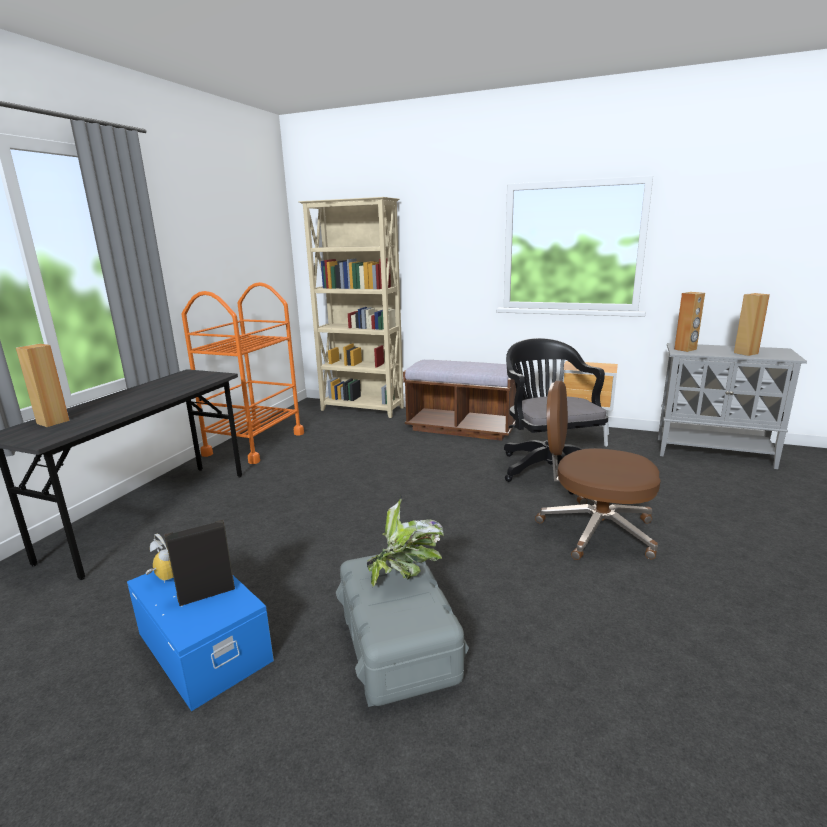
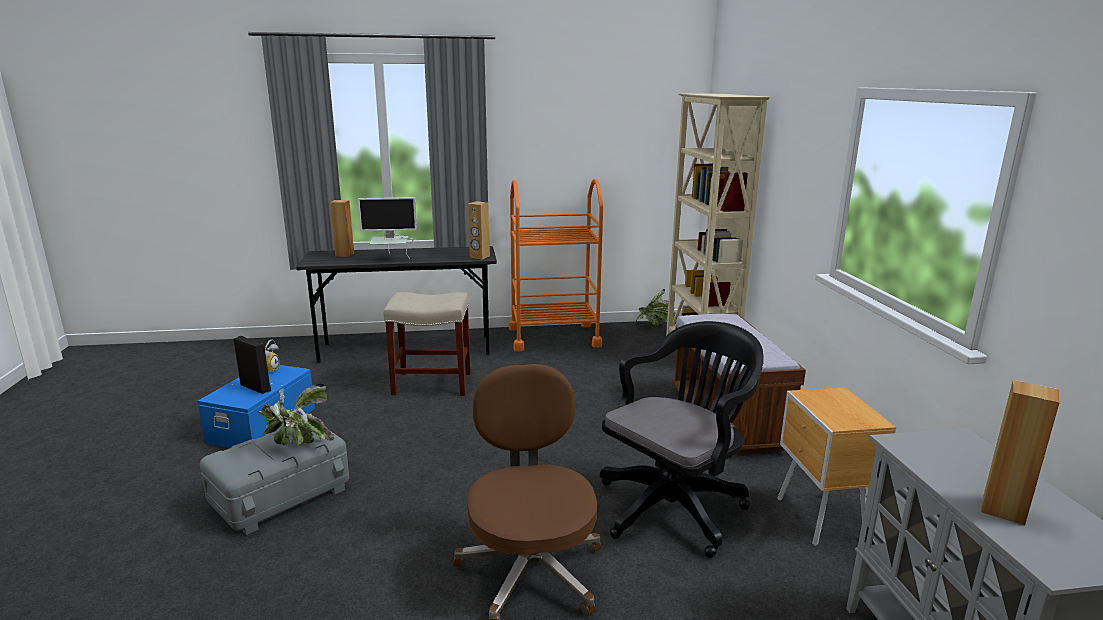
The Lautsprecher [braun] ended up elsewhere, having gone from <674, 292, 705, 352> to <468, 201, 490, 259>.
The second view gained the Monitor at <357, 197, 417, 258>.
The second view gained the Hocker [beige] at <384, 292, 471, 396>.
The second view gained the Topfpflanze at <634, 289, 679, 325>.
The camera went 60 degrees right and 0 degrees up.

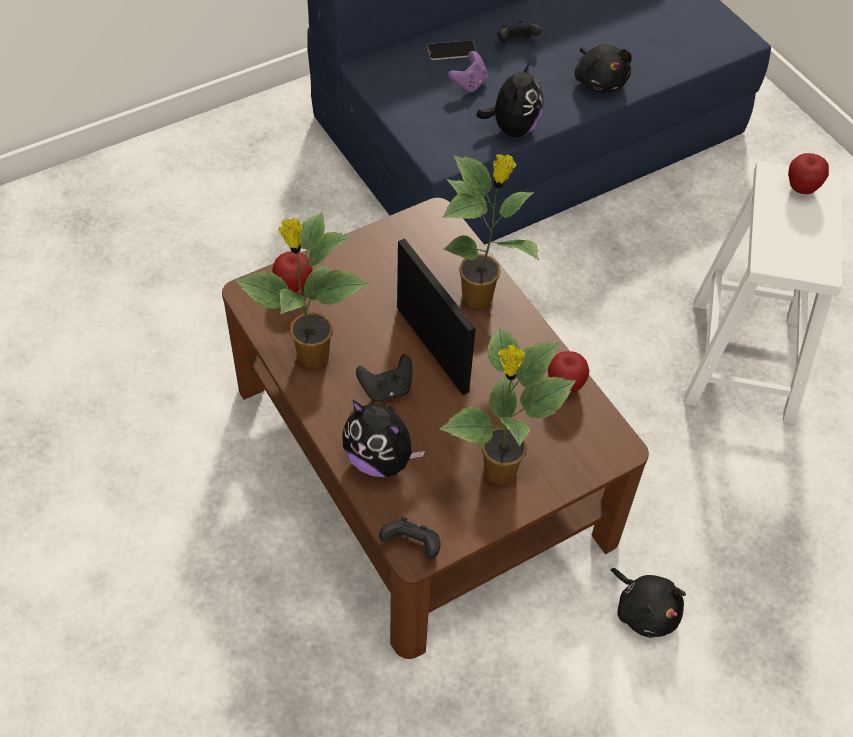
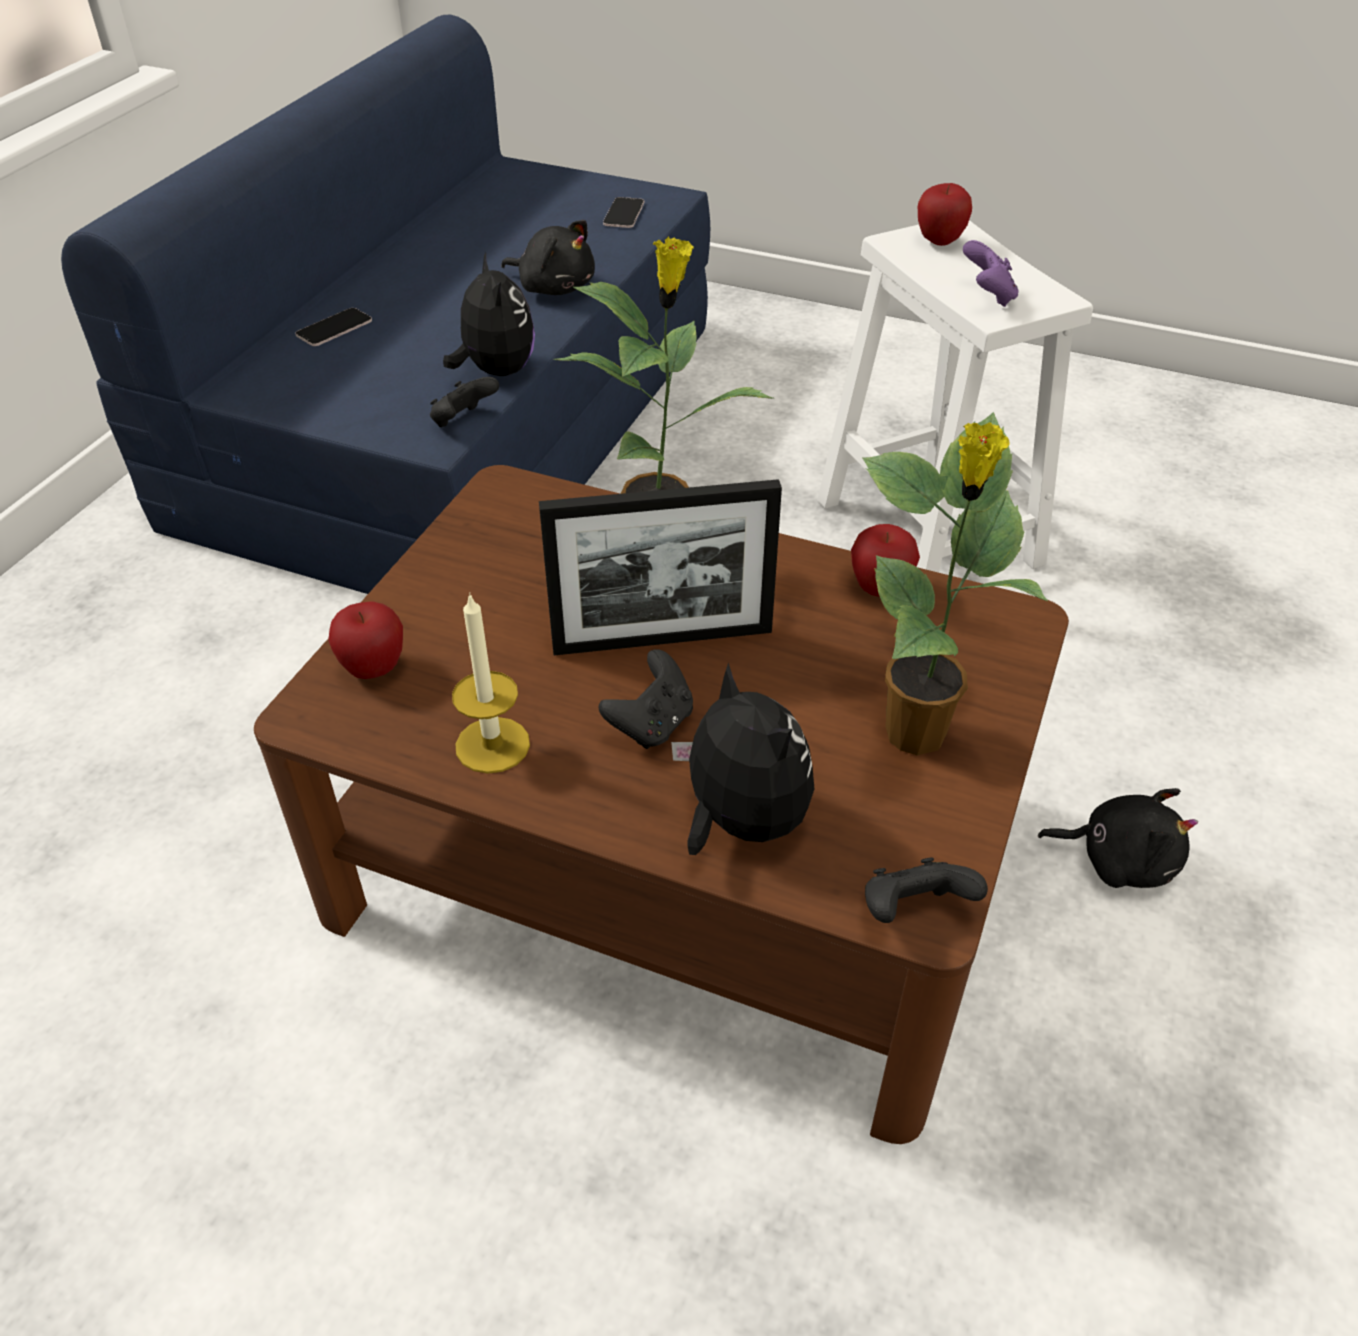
Where the Topfpflanze stood at <235, 212, 369, 367>, the Kerze came to stand at <452, 592, 530, 774>.
The Plüschtier at <342, 400, 425, 477> ended up facing another way, 120 degrees counterclockwise from before.
The Bilderrahmen at <397, 238, 476, 395> ended up facing another way, 150 degrees clockwise from before.
The Gamepad [lila] ended up elsewhere, having gone from <448, 51, 488, 94> to <963, 240, 1019, 307>.
The Gamepad [schwarz] ended up elsewhere, having gone from <497, 21, 542, 42> to <430, 377, 499, 427>.
The second view gained the Handy at <603, 197, 644, 228>.
The camera went 35 degrees left and 10 degrees down.

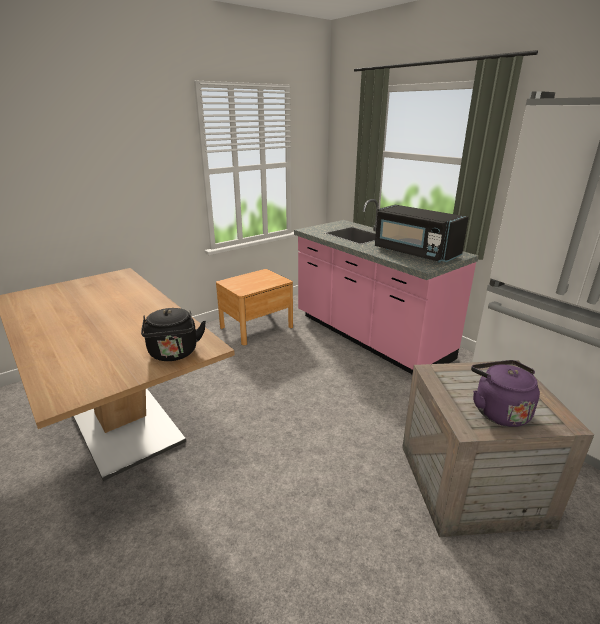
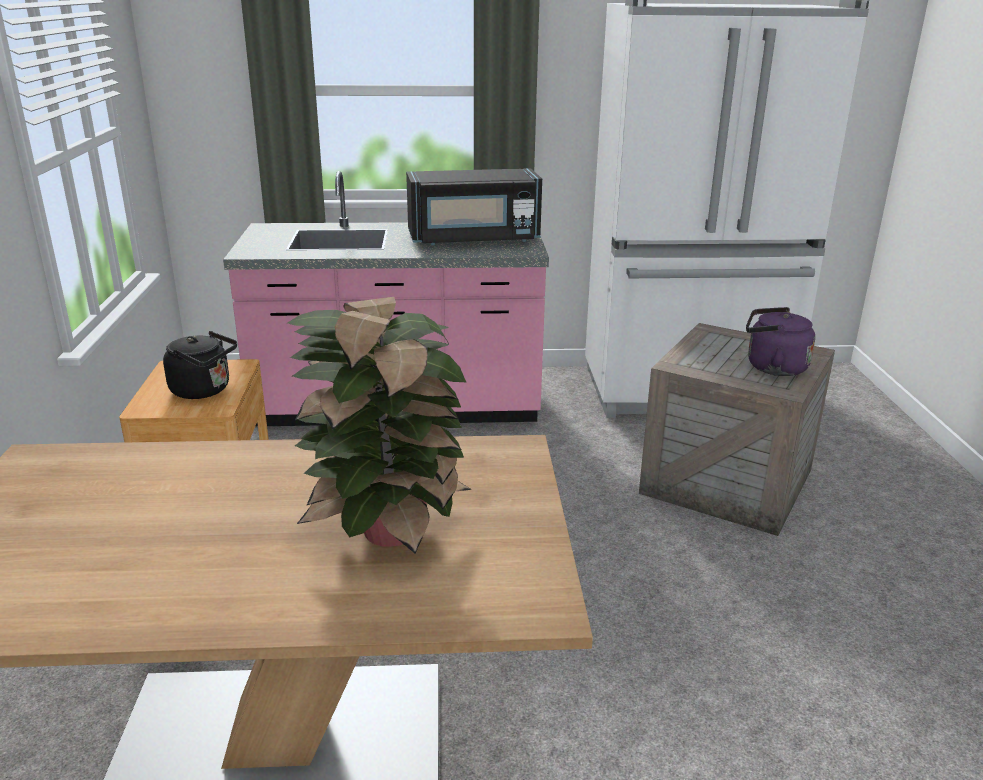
The Wasserkessel [schwarz] ended up elsewhere, having gone from <141, 308, 206, 361> to <163, 331, 237, 399>.
The second view gained the Topfpflanze at <287, 297, 472, 554>.
The camera went 55 degrees left and 0 degrees up.

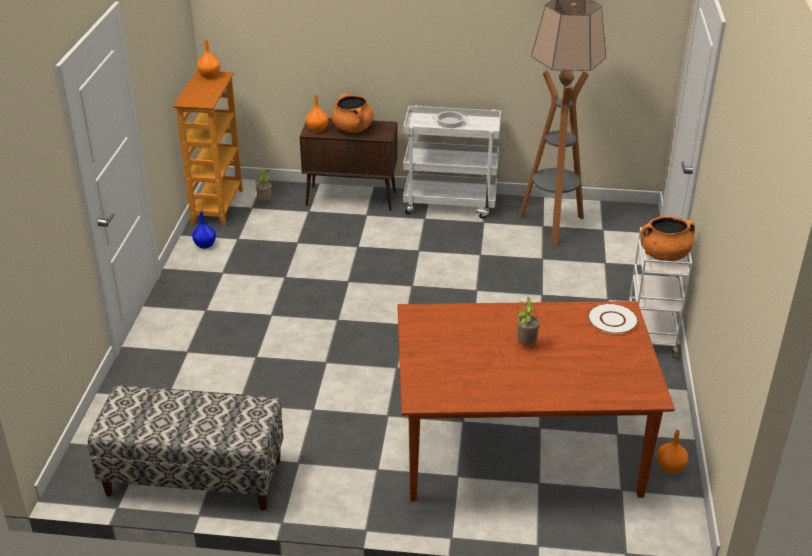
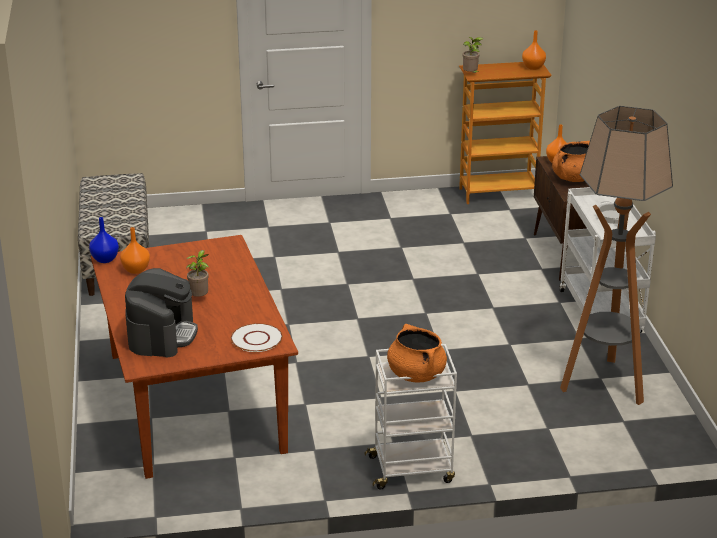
The Vase [blau] ended up elsewhere, having gone from <192, 212, 216, 249> to <89, 217, 119, 263>.
The Topfpflanze ended up elsewhere, having gone from <255, 167, 272, 201> to <462, 37, 484, 73>.
The Vase [orange] ended up elsewhere, having gone from <657, 430, 688, 474> to <120, 227, 150, 274>.
The second view gained the Kaffeemaschine at <125, 268, 198, 357>.
The camera went 75 degrees right and 5 degrees down.

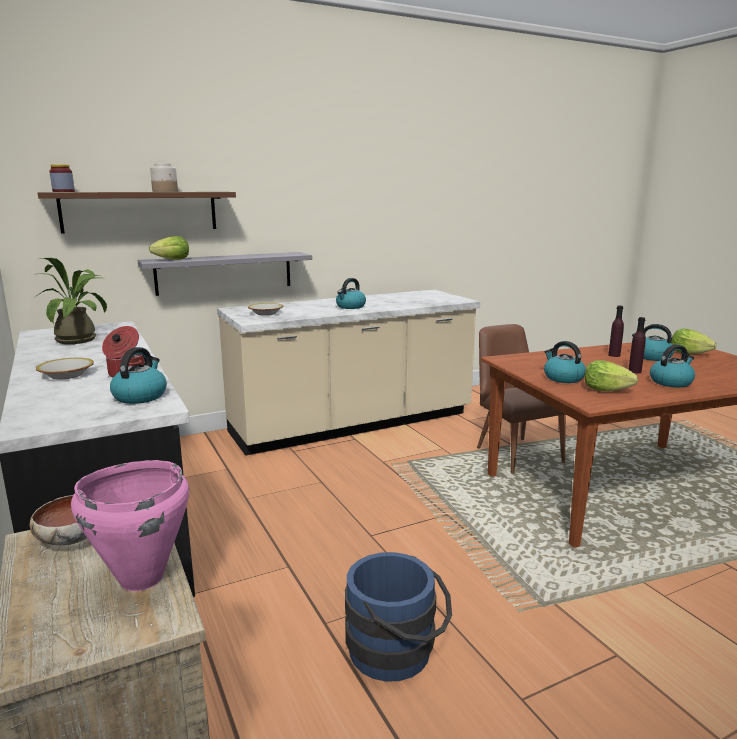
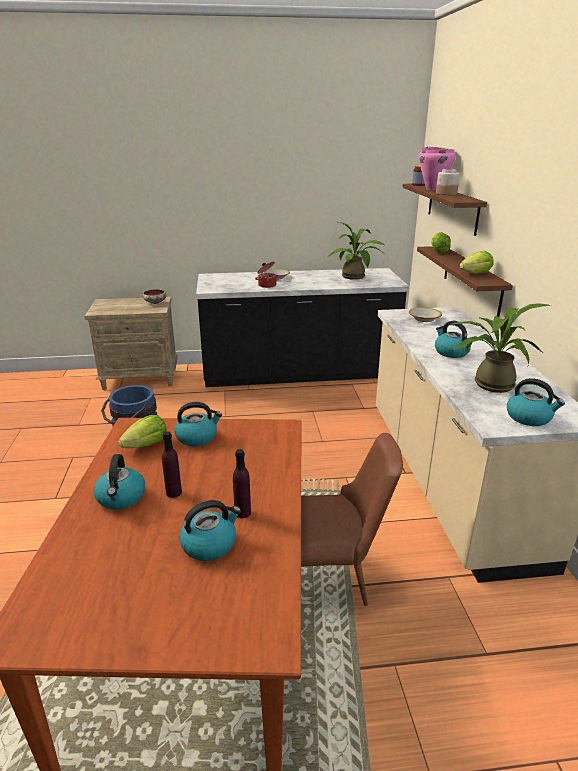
The Kochtopf [rosa] ended up elsewhere, having gone from <71, 460, 189, 591> to <419, 147, 456, 190>.
The Wasserkessel ended up elsewhere, having gone from <110, 347, 167, 404> to <507, 378, 565, 426>.
What was the Wandregal [grau] at <138, 252, 312, 296> turned into the Wandregal [braun] at <417, 246, 513, 317>.
The Salatkopf ended up elsewhere, having gone from <671, 329, 717, 354> to <460, 251, 494, 274>.
The second view gained the Topfpflanze at <451, 303, 551, 393>.
The camera went 110 degrees right and 10 degrees up.

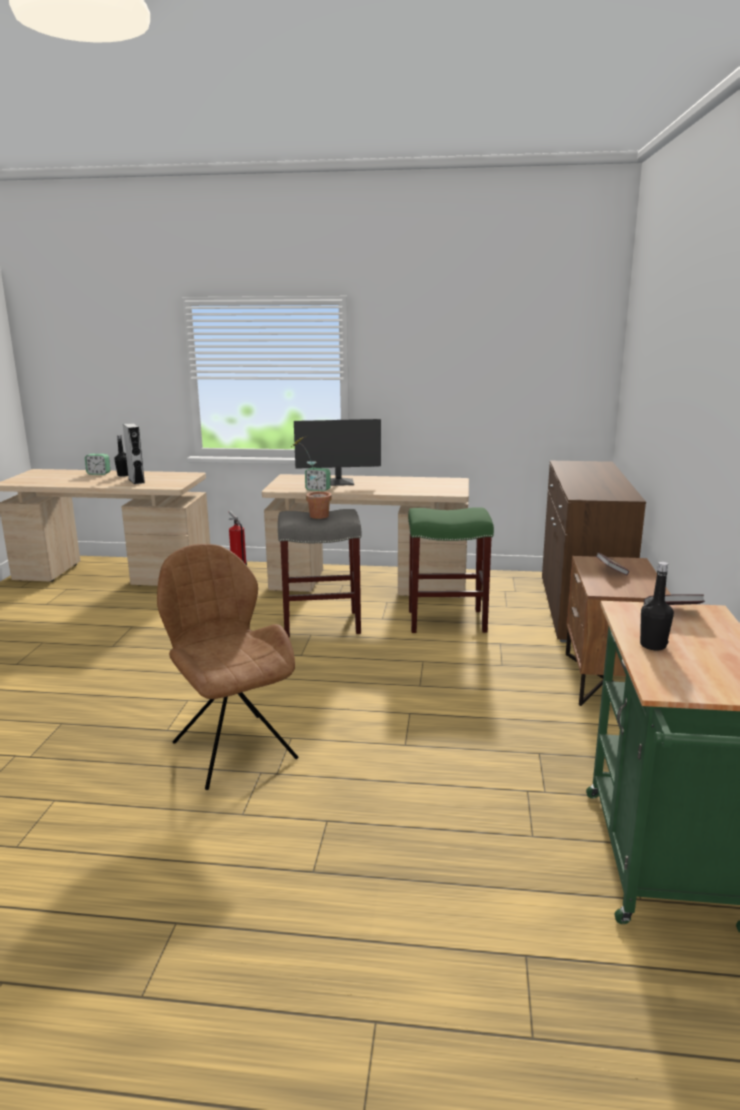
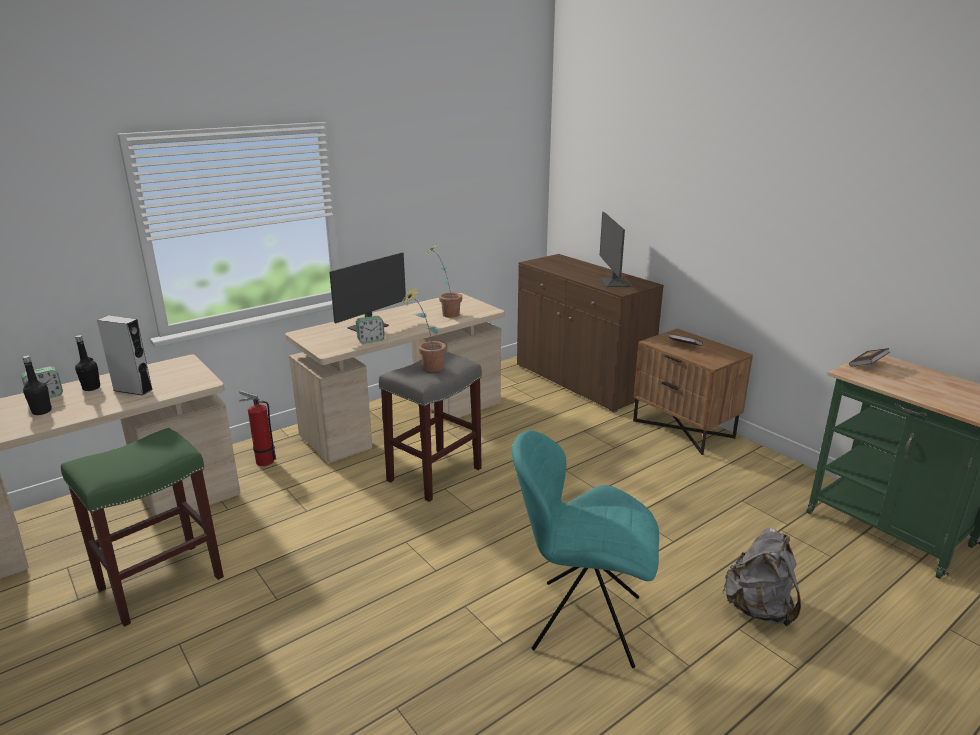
What was the Stuhl [braun] at <157, 544, 298, 790> turned into the Stuhl [türkis] at <512, 430, 659, 668>.
The Hocker [grün] ended up elsewhere, having gone from <408, 507, 494, 633> to <61, 428, 224, 627>.
The Flasche [schwarz] ended up elsewhere, having gone from <640, 562, 674, 650> to <22, 355, 52, 415>.
The second view gained the Topfpflanze at <426, 244, 462, 318>.
The second view gained the Monitor at <599, 212, 630, 287>.
The second view gained the Rucksack [grau] at <723, 528, 801, 627>.
The camera went 45 degrees left and 5 degrees up.

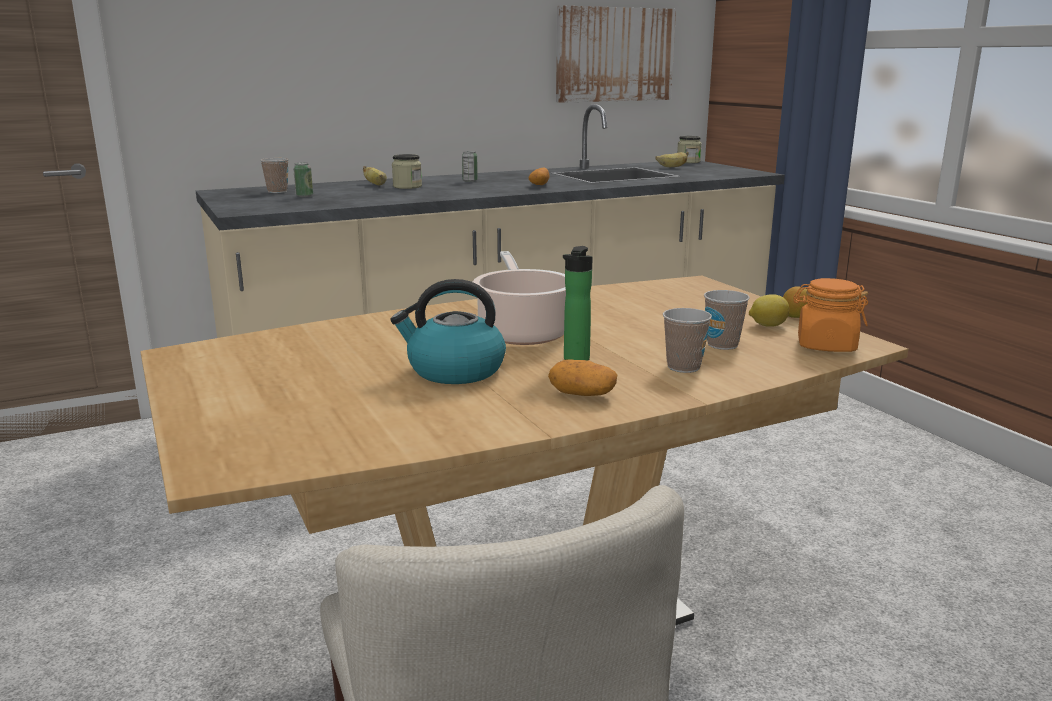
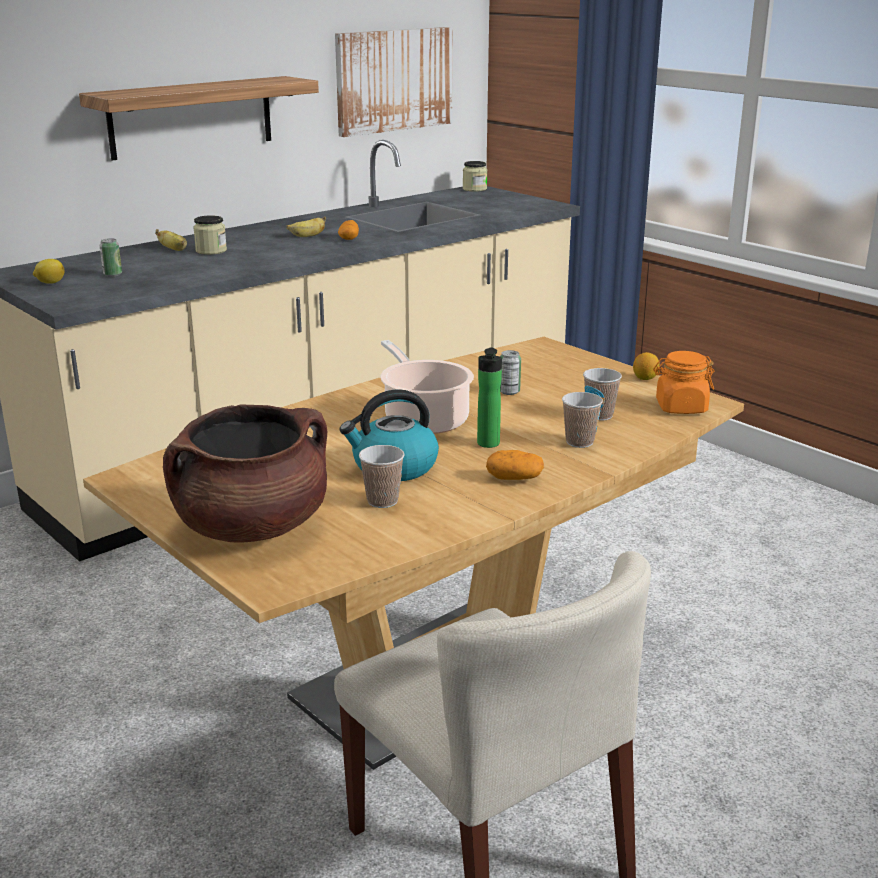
The Tasse ended up elsewhere, having gone from <260, 158, 289, 193> to <359, 445, 405, 508>.
The Dose ended up elsewhere, having gone from <462, 151, 478, 182> to <500, 350, 521, 395>.
The Banane ended up elsewhere, having gone from <655, 152, 689, 167> to <286, 217, 326, 237>.
The Zitrone ended up elsewhere, having gone from <749, 294, 789, 327> to <33, 259, 65, 284>.
The second view gained the Wandregal at <79, 76, 319, 161>.
The second view gained the Kochtopf [braun] at <163, 405, 327, 543>.
The camera went 15 degrees left and 5 degrees up.

